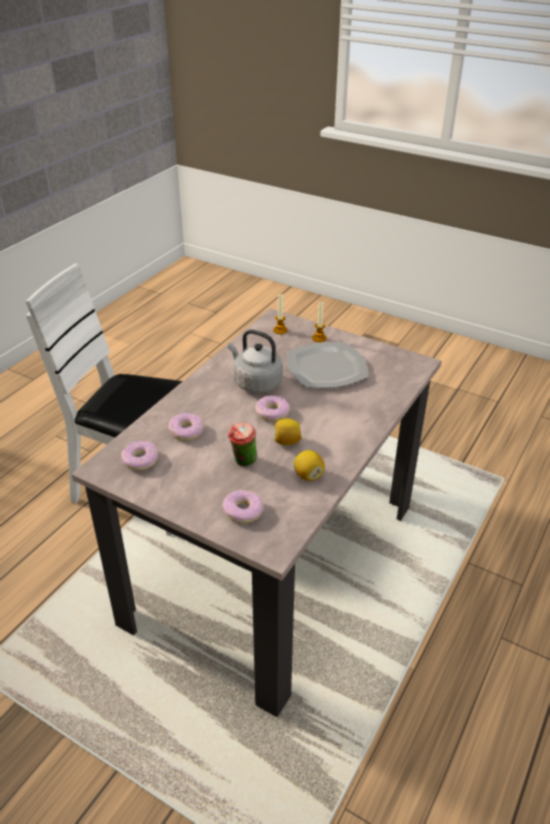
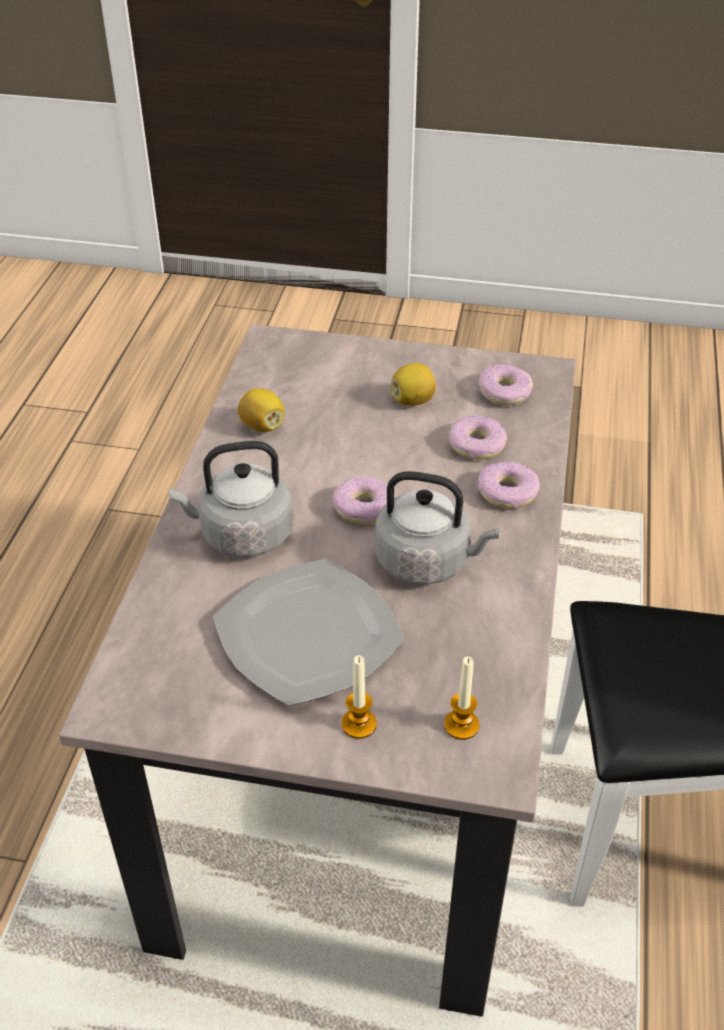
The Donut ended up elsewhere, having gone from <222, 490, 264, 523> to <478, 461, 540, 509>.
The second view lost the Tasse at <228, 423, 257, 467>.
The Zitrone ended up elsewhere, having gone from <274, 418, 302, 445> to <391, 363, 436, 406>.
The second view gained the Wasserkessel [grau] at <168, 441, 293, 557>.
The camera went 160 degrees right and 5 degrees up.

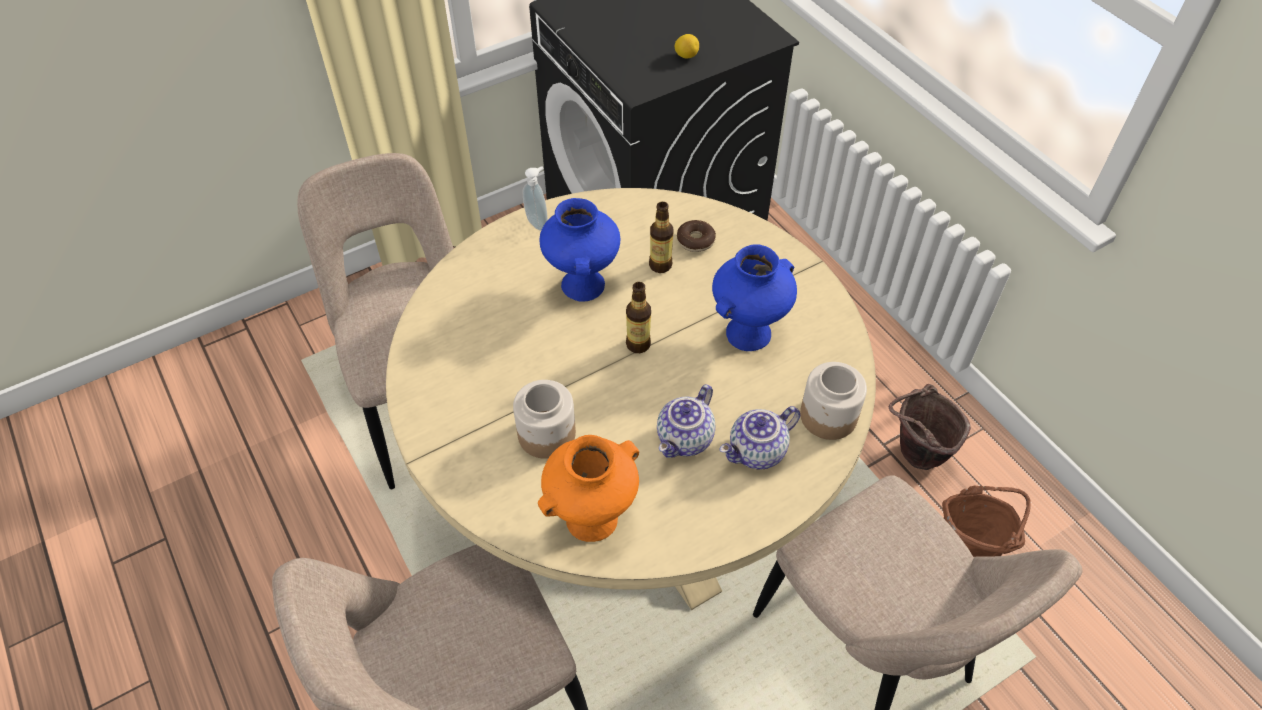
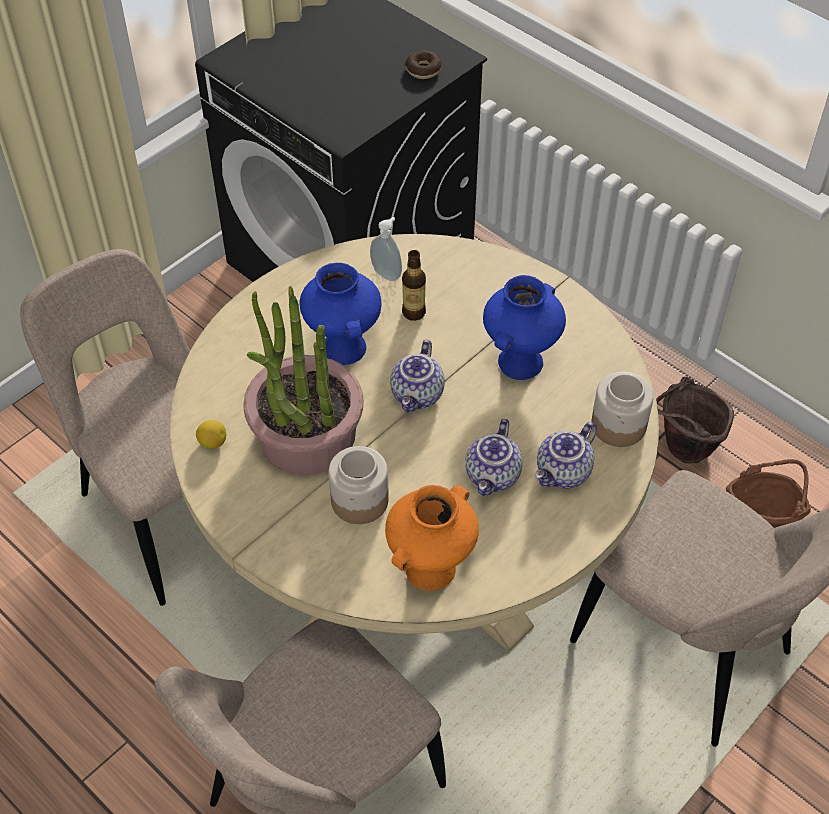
The Seifenspender ended up elsewhere, having gone from <523, 166, 548, 230> to <370, 217, 402, 281>.
Where the Flasche stood at <626, 282, 651, 353>, the Teekanne came to stand at <390, 340, 445, 412>.
The Zitrone ended up elsewhere, having gone from <675, 34, 699, 58> to <196, 420, 226, 449>.
The Donut ended up elsewhere, having gone from <677, 220, 716, 252> to <405, 50, 442, 79>.
The second view gained the Topfpflanze at <243, 286, 364, 474>.
The camera went 15 degrees left and 0 degrees up.

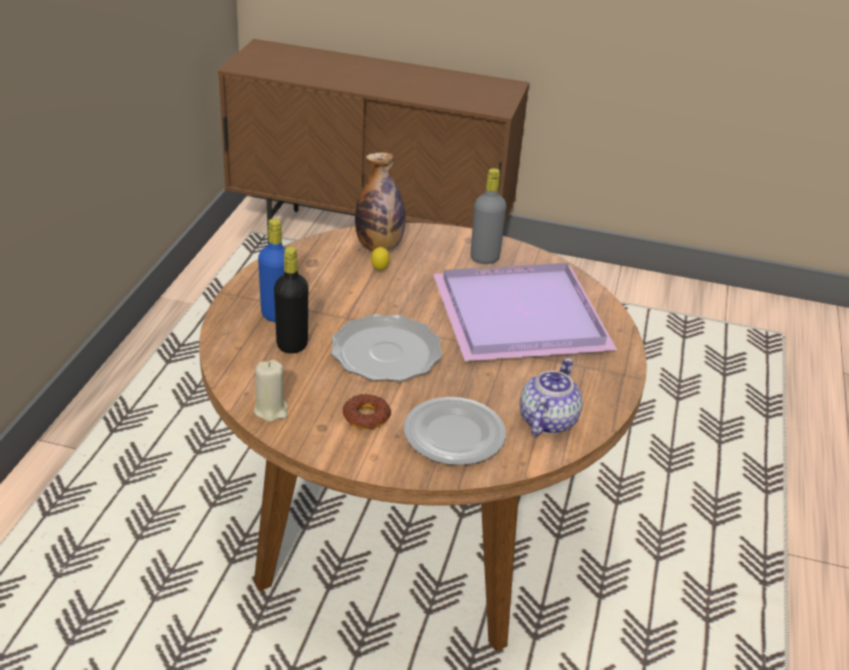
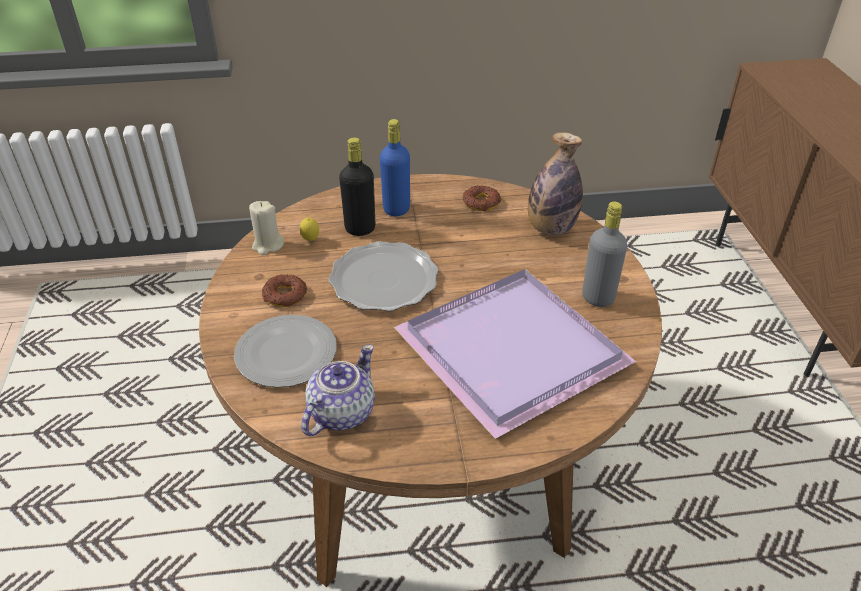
The Zitrone ended up elsewhere, having gone from <371, 247, 390, 271> to <300, 218, 319, 241>.
The Teekanne at <520, 358, 583, 436> ended up facing another way, 60 degrees counterclockwise from before.
The second view gained the Donut at <463, 185, 501, 211>.
The camera went 70 degrees right and 5 degrees up.

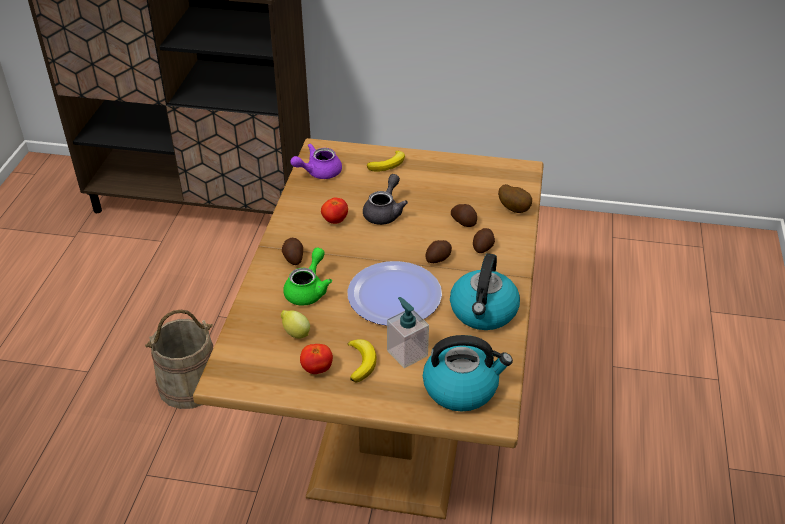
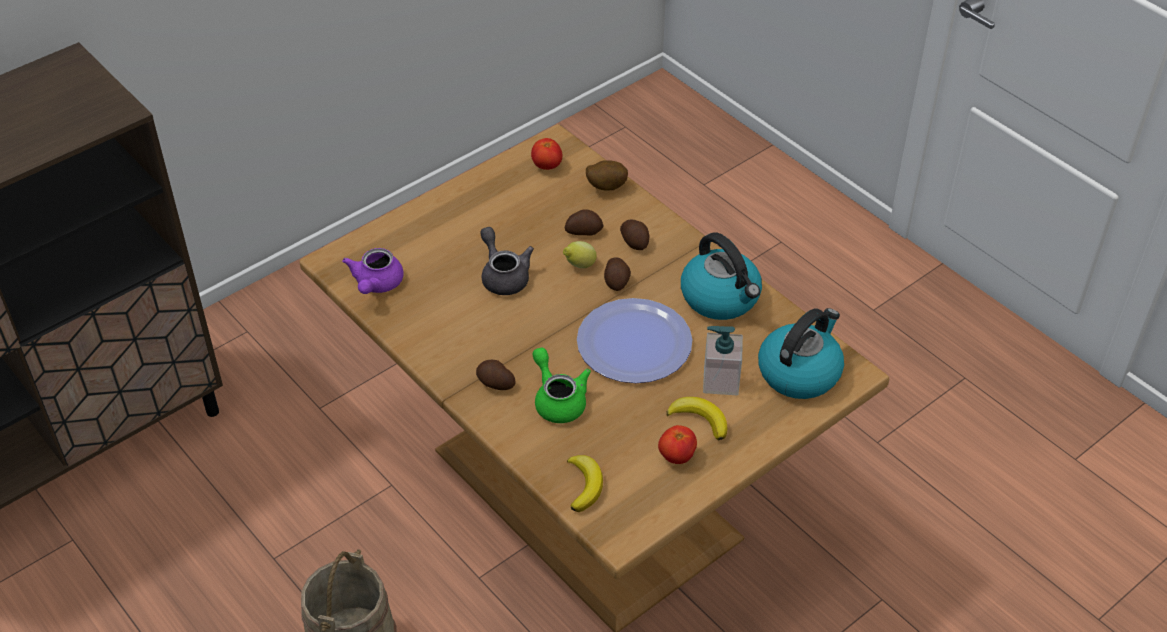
The Zitrone ended up elsewhere, having gone from <281, 310, 310, 339> to <563, 241, 597, 268>.
The Tomate ended up elsewhere, having gone from <321, 197, 348, 224> to <531, 138, 562, 170>.
The Banane ended up elsewhere, having gone from <367, 151, 405, 172> to <567, 455, 603, 512>.
The camera went 50 degrees left and 5 degrees up.

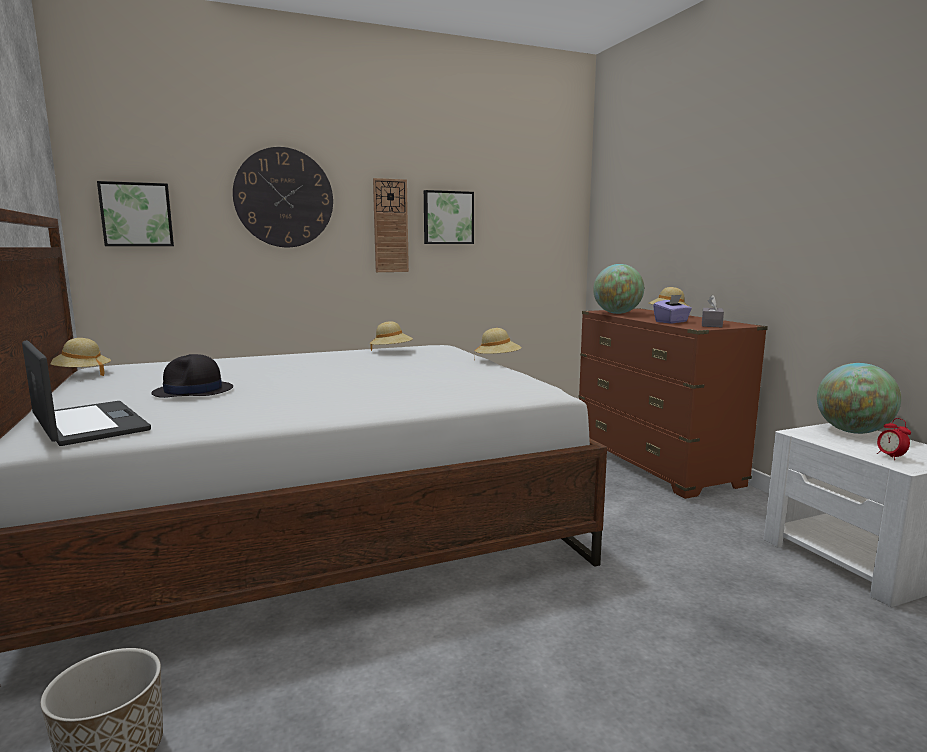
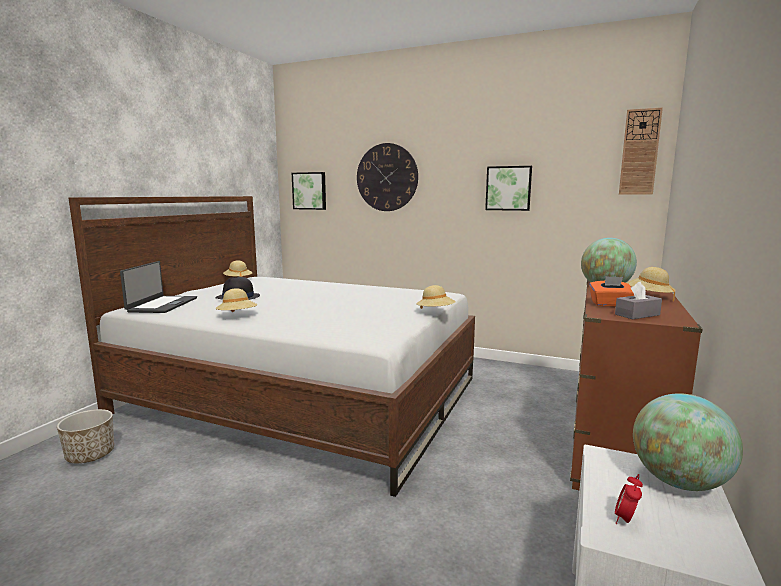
The Hut [beige] ended up elsewhere, having gone from <370, 321, 413, 351> to <216, 288, 257, 312>.
The Wanduhr ended up elsewhere, having gone from <373, 178, 409, 272> to <619, 108, 663, 195>.
What was the Taschentuchbox [lila] at <653, 295, 692, 324> turned into the Taschentuchbox [orange] at <589, 276, 634, 306>.
The camera went 45 degrees right and 0 degrees up.

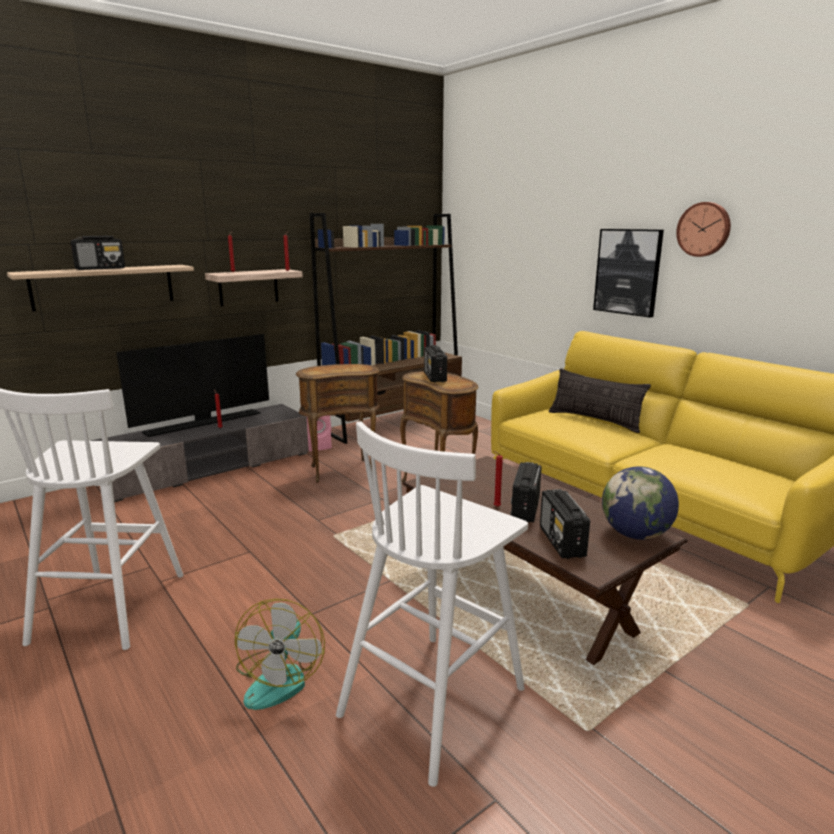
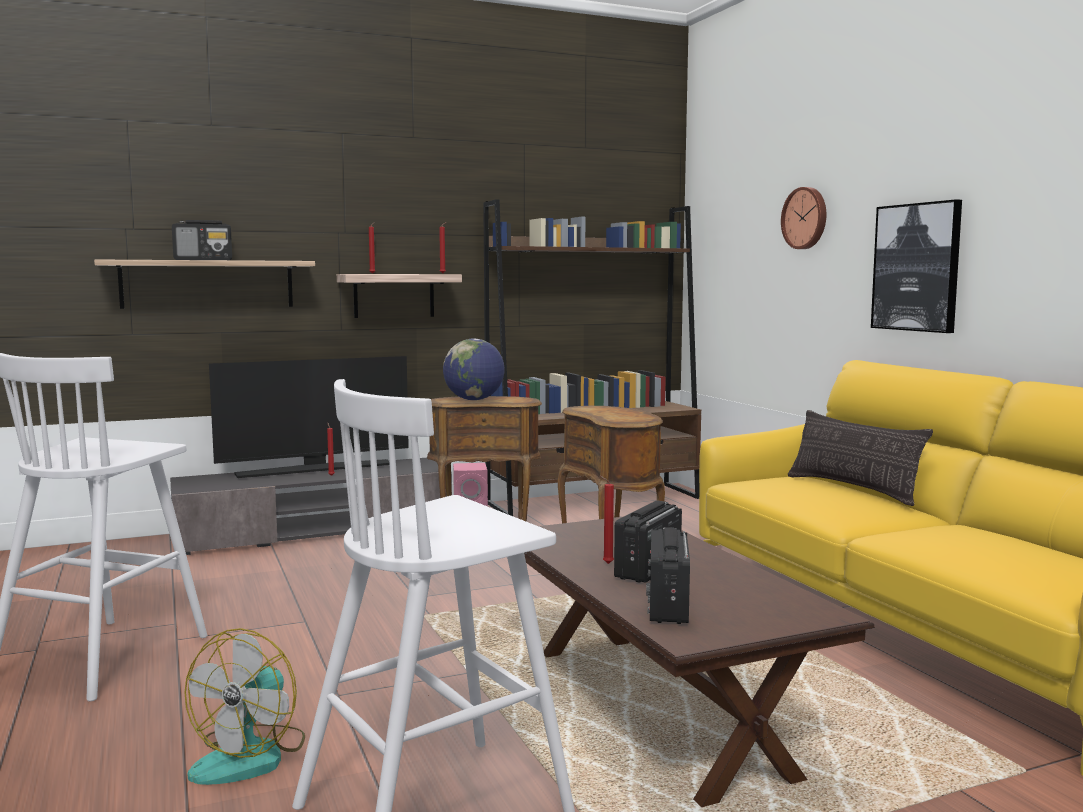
The second view lost the Radio at <424, 345, 447, 382>.
The Globus ended up elsewhere, having gone from <602, 467, 679, 540> to <443, 339, 504, 400>.
The Wanduhr ended up elsewhere, having gone from <676, 202, 731, 257> to <781, 187, 826, 249>.
The camera went 15 degrees right and 10 degrees down.

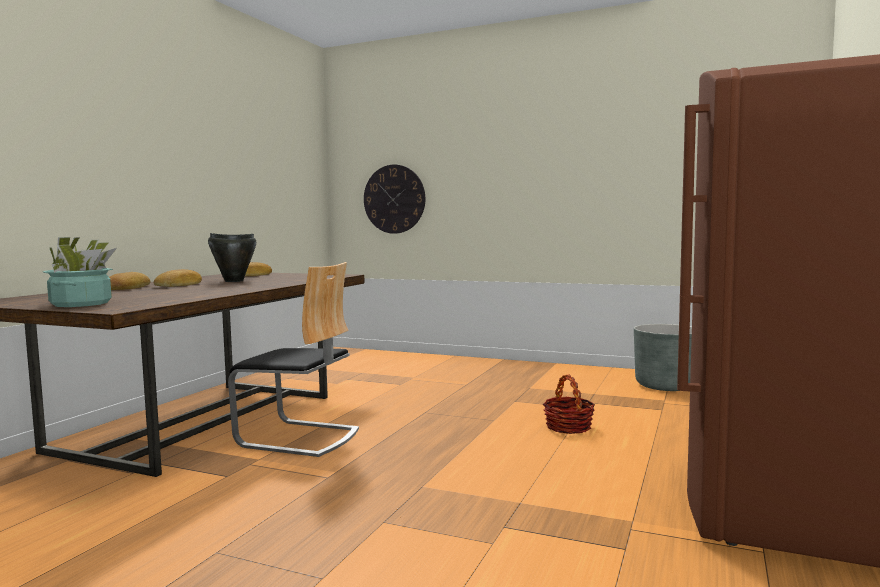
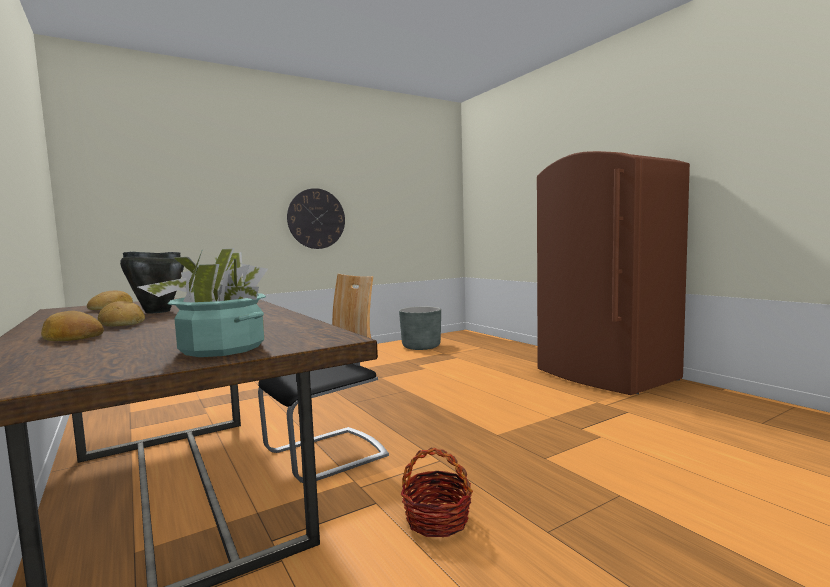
The Wanduhr ended up elsewhere, having gone from <364, 164, 425, 234> to <287, 188, 345, 249>.
The Korb ended up elsewhere, having gone from <543, 375, 595, 434> to <401, 448, 473, 537>.
The camera went 55 degrees left and 0 degrees up.

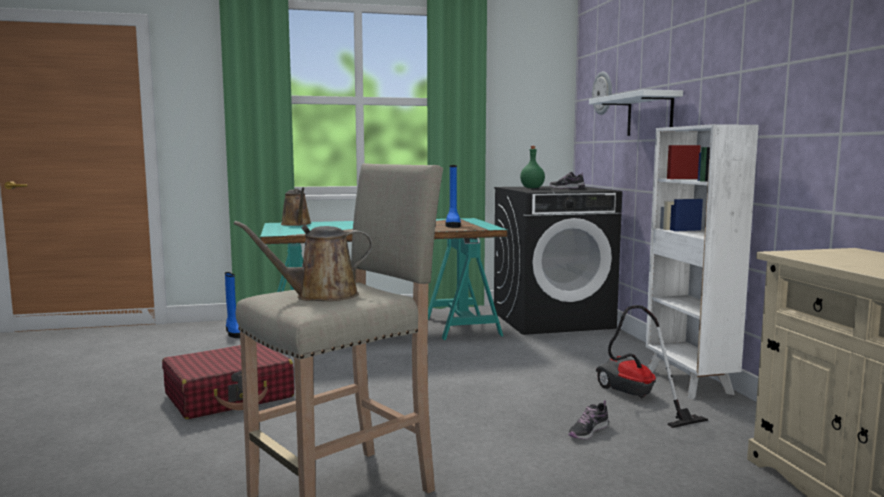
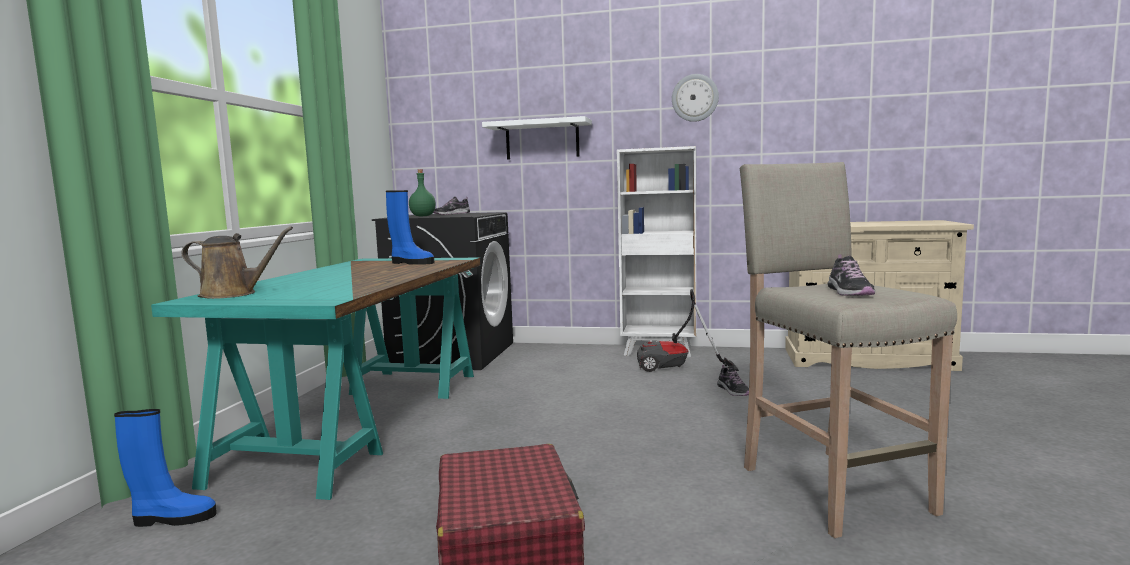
Where the Gießkanne [braun] stood at <234, 221, 373, 301>, the Schuh came to stand at <828, 254, 875, 296>.
The Wanduhr ended up elsewhere, having gone from <592, 72, 612, 115> to <672, 74, 719, 122>.
The camera went 65 degrees left and 0 degrees up.

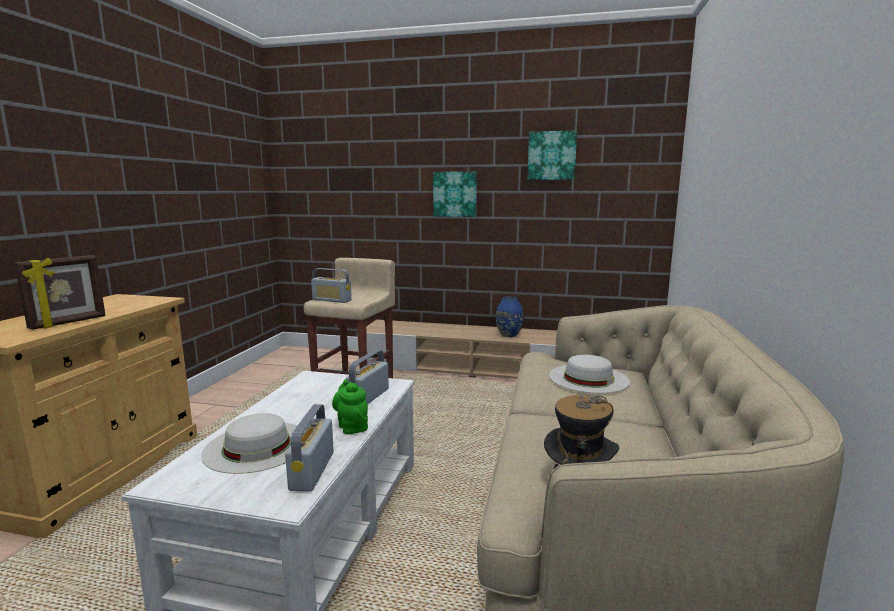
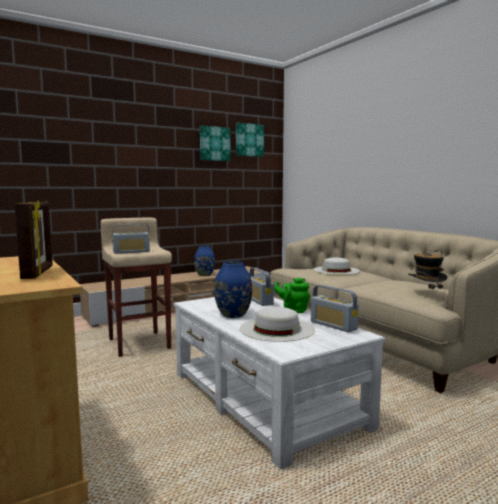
The Bild ended up elsewhere, having gone from <433, 172, 477, 217> to <236, 123, 264, 157>.
The second view gained the Vase [blau] at <214, 261, 252, 318>.
The camera went 45 degrees left and 5 degrees down.

